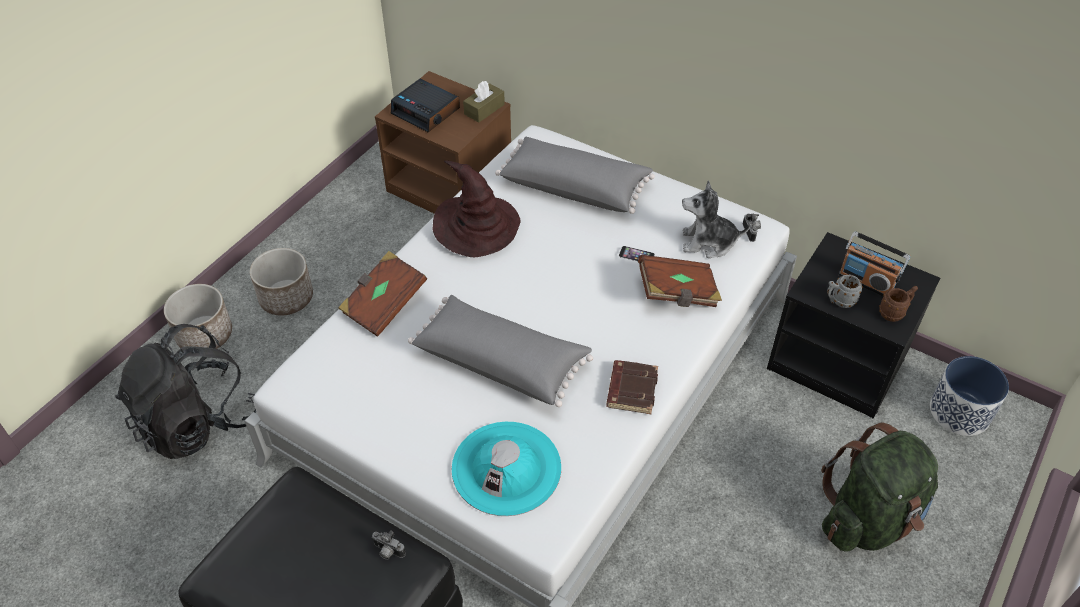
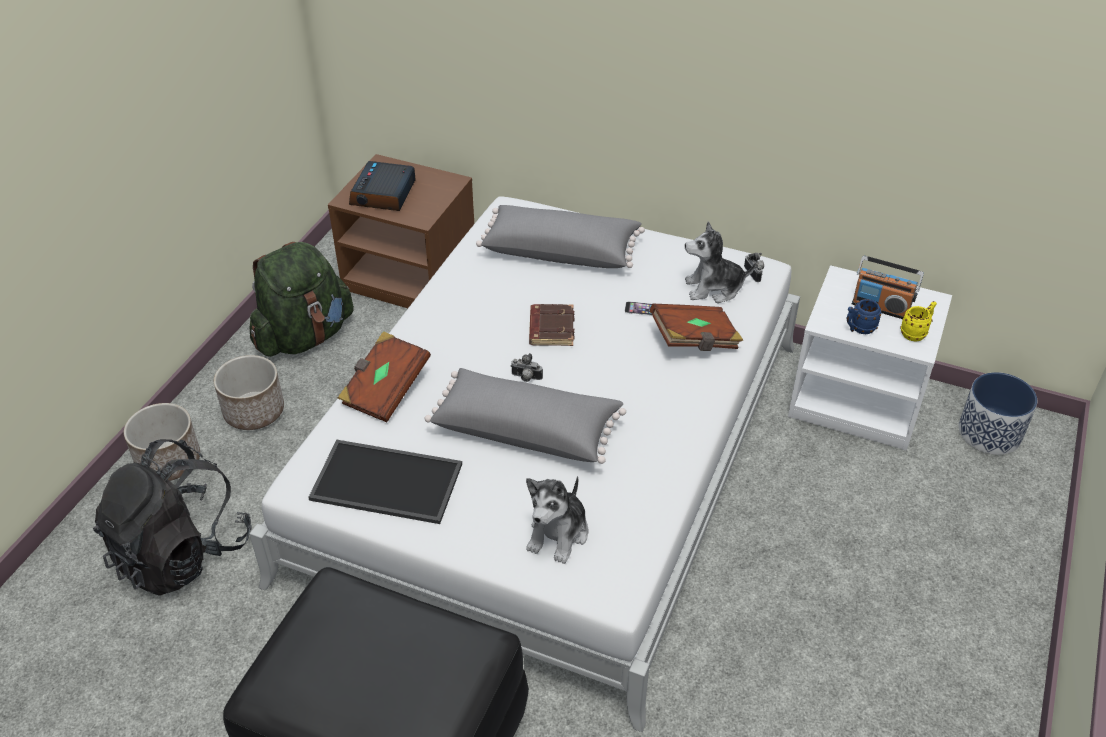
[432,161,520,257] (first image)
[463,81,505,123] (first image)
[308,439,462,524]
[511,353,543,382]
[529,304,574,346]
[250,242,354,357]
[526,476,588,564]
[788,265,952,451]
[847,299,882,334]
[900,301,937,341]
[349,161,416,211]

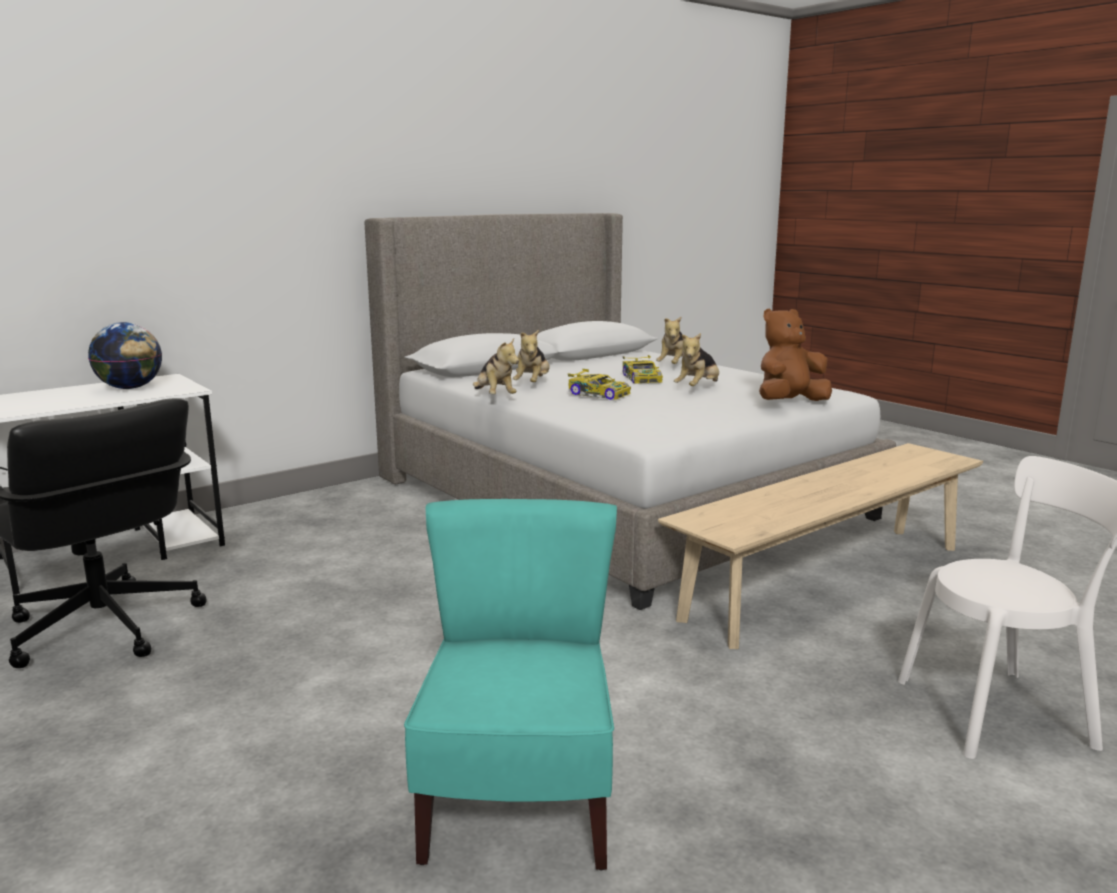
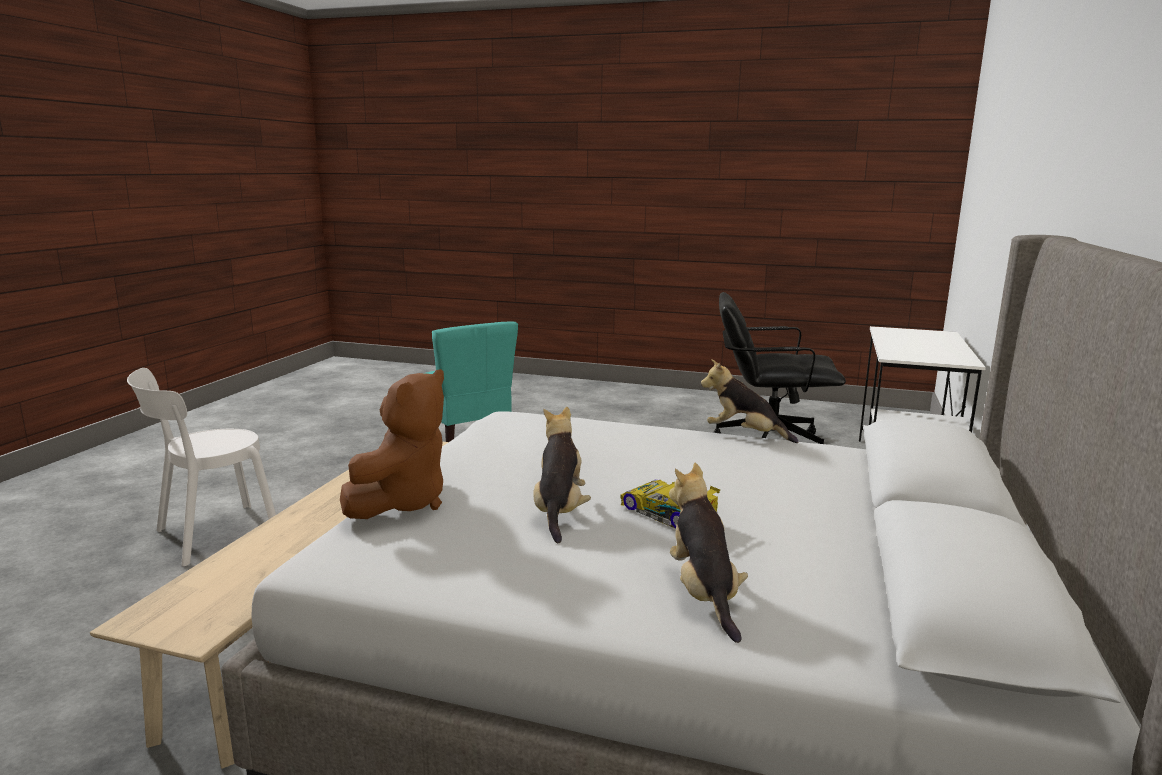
[88,322,162,389] (first image)
[513,330,550,382] (first image)
[568,369,631,400] (first image)

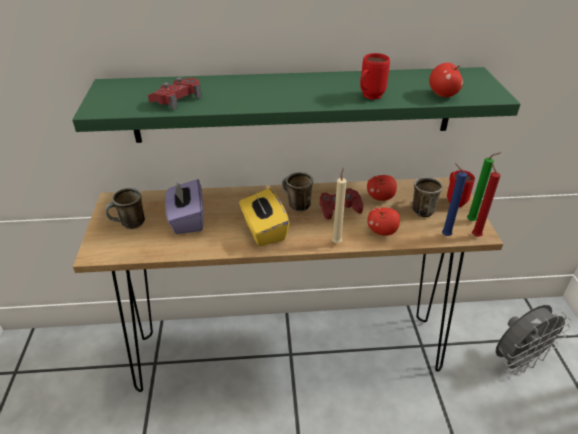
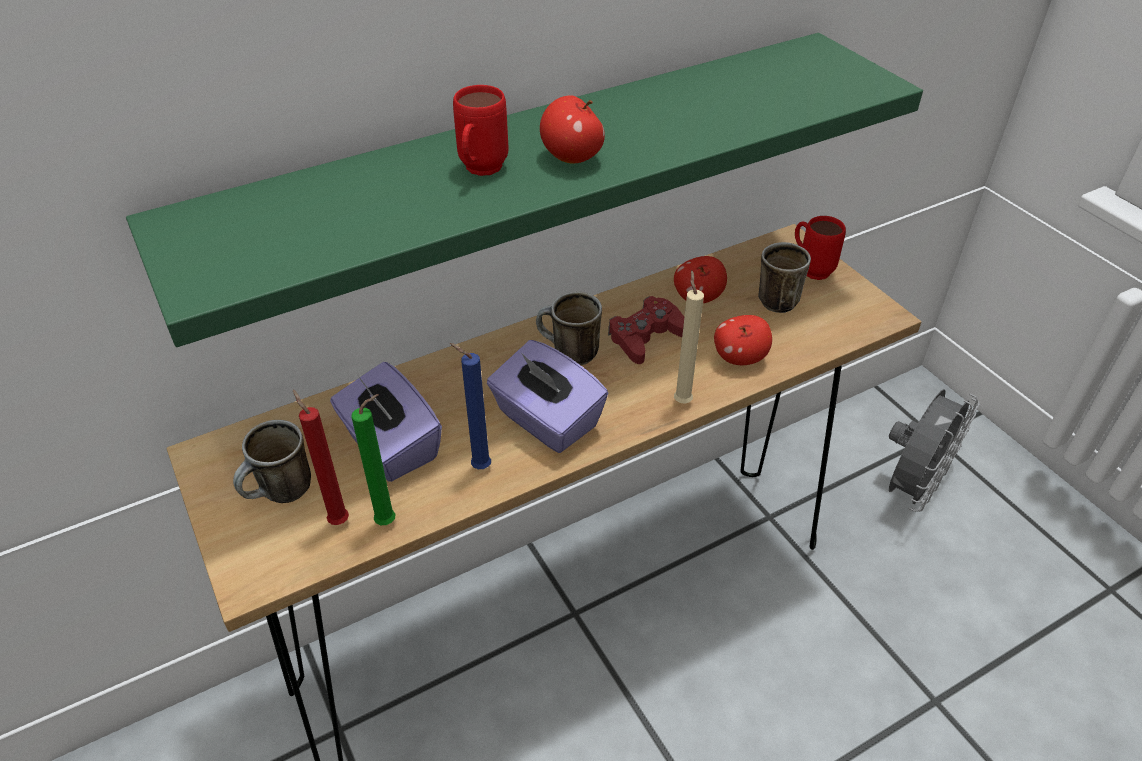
[148,77,202,110] (first image)
[453,85,508,176]
[540,95,605,163]
[450,343,491,469]
[351,394,395,525]
[293,390,349,525]
[487,340,608,453]

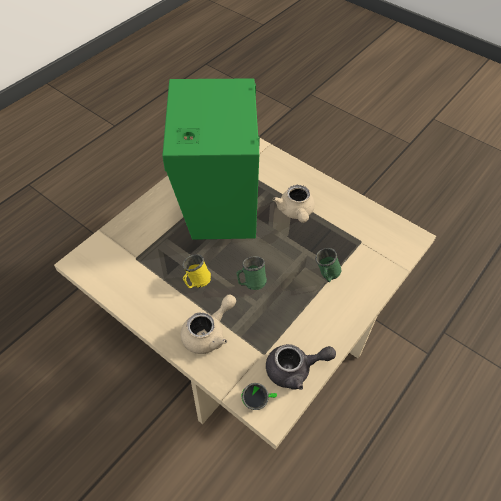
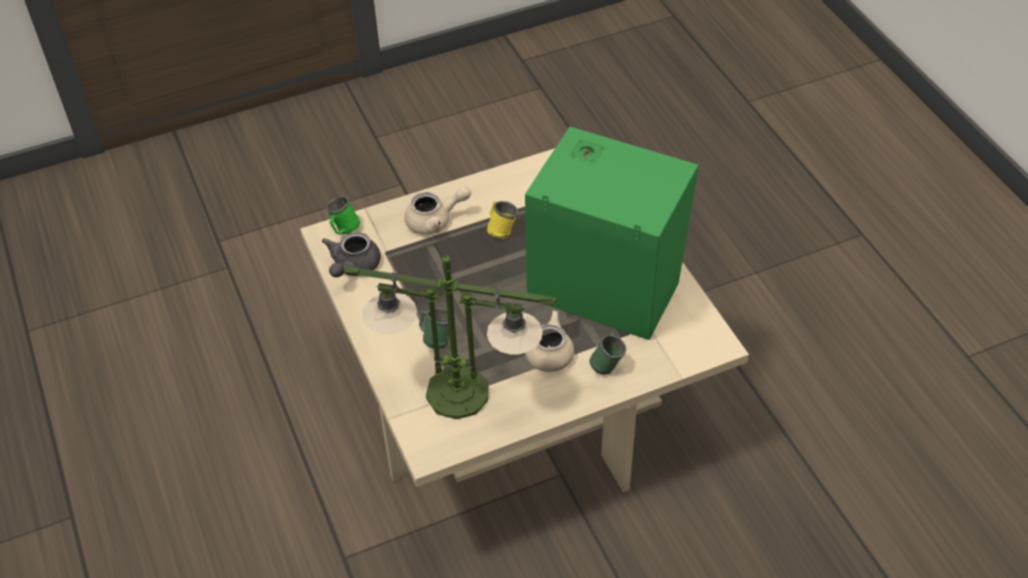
[342,255,558,419]
[589,332,626,375]
[405,186,471,235]

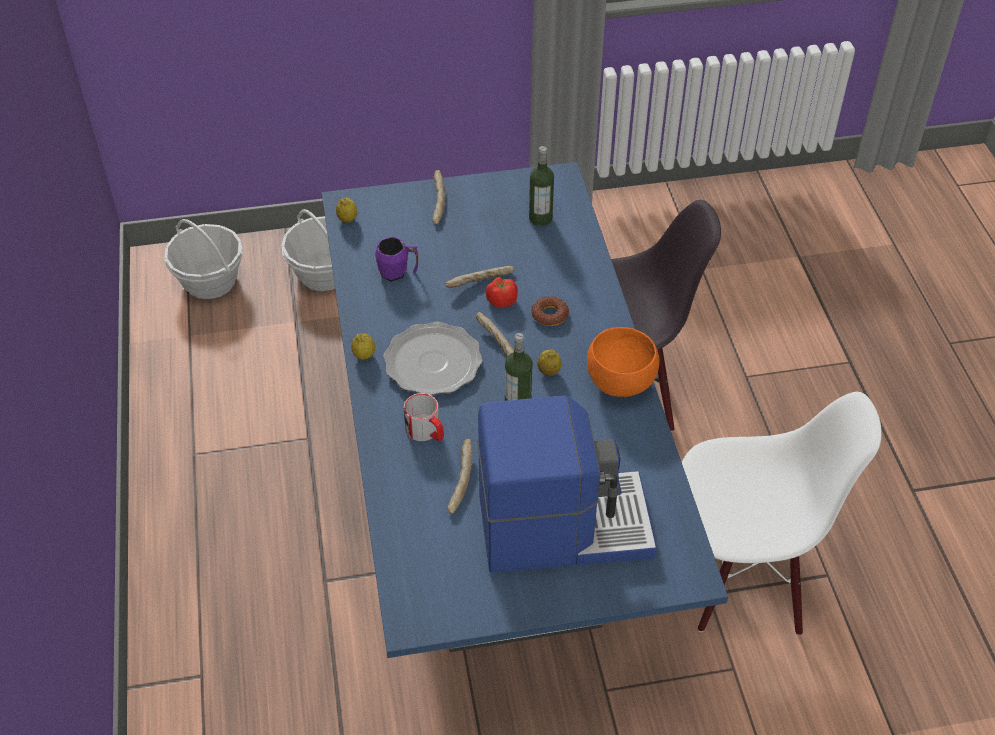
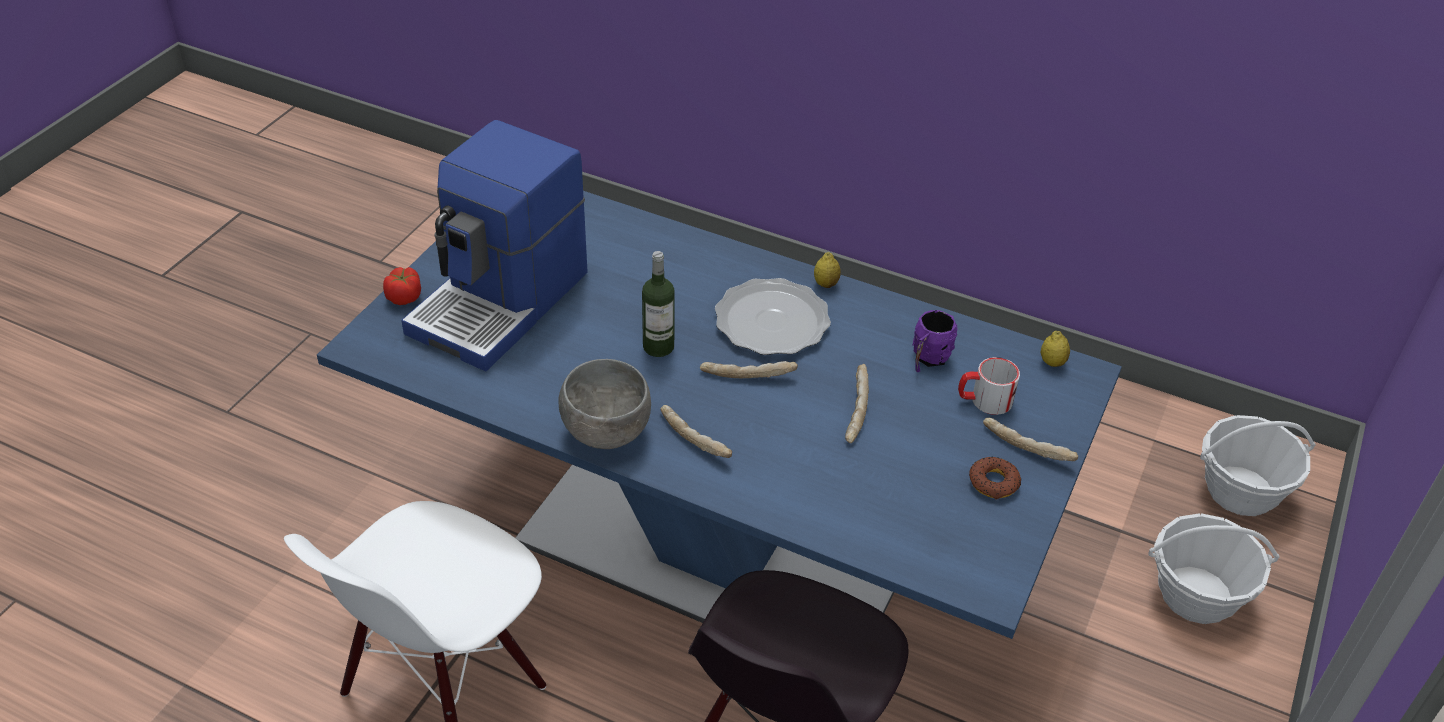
[529,146,554,226] (first image)
[538,349,561,376] (first image)
[958,357,1020,415]
[661,405,732,458]
[383,267,421,305]
[969,457,1021,499]
[558,359,651,449]

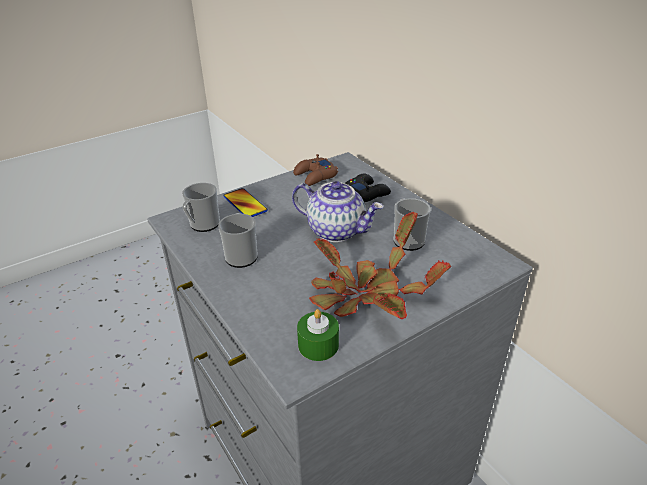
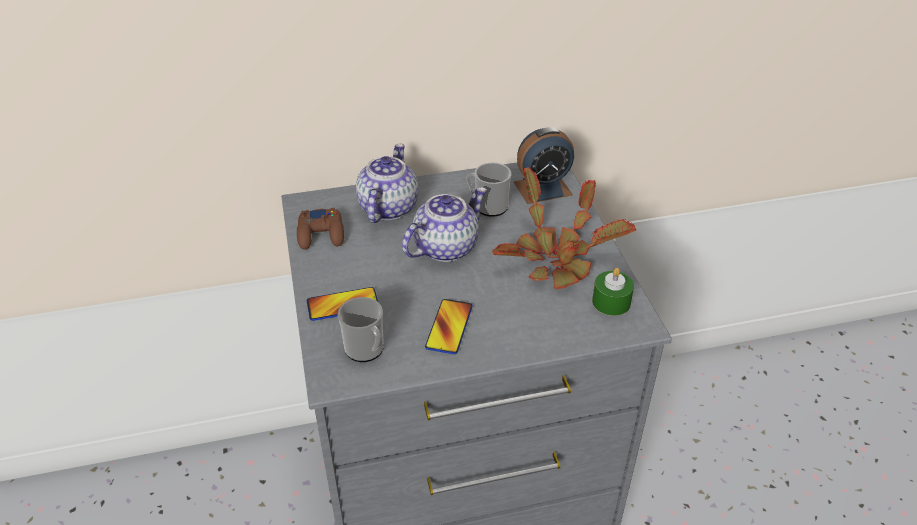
[514,127,574,204]
[425,299,472,354]
[356,143,418,223]

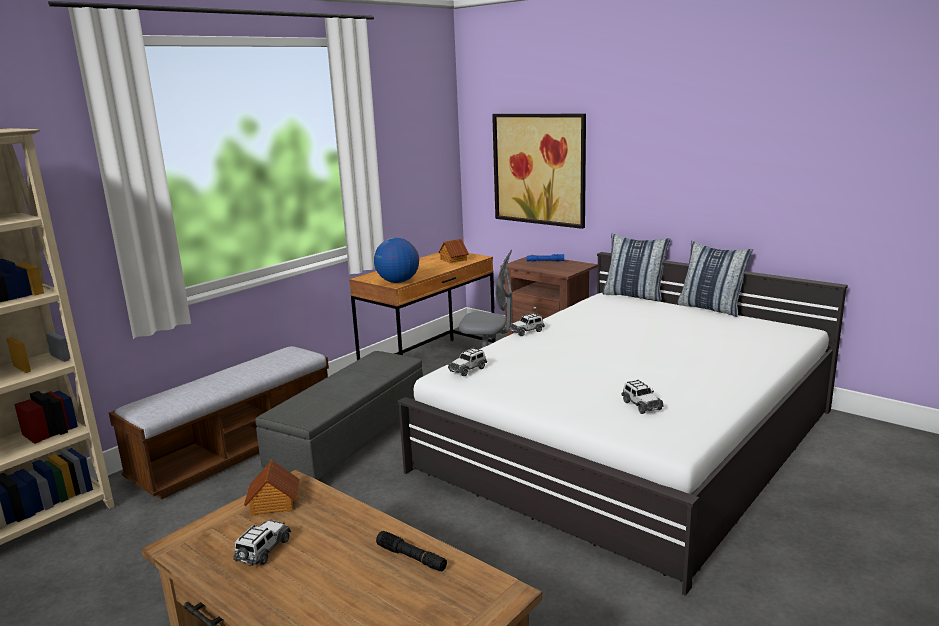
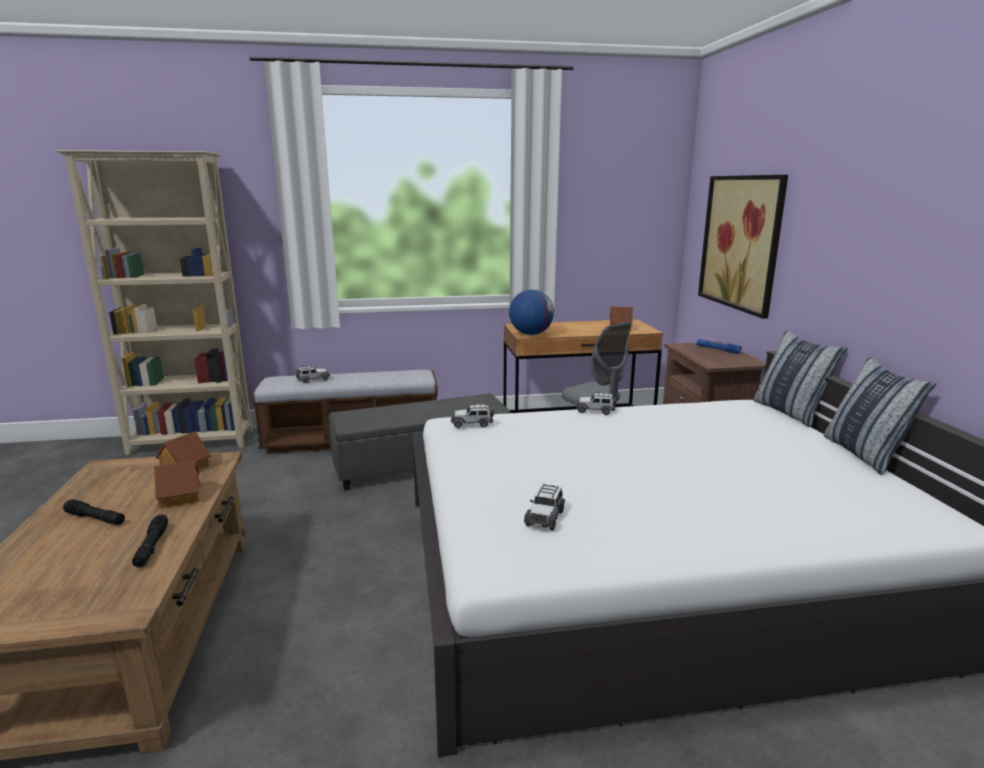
[63,499,125,525]
[153,460,200,508]
[296,365,330,383]

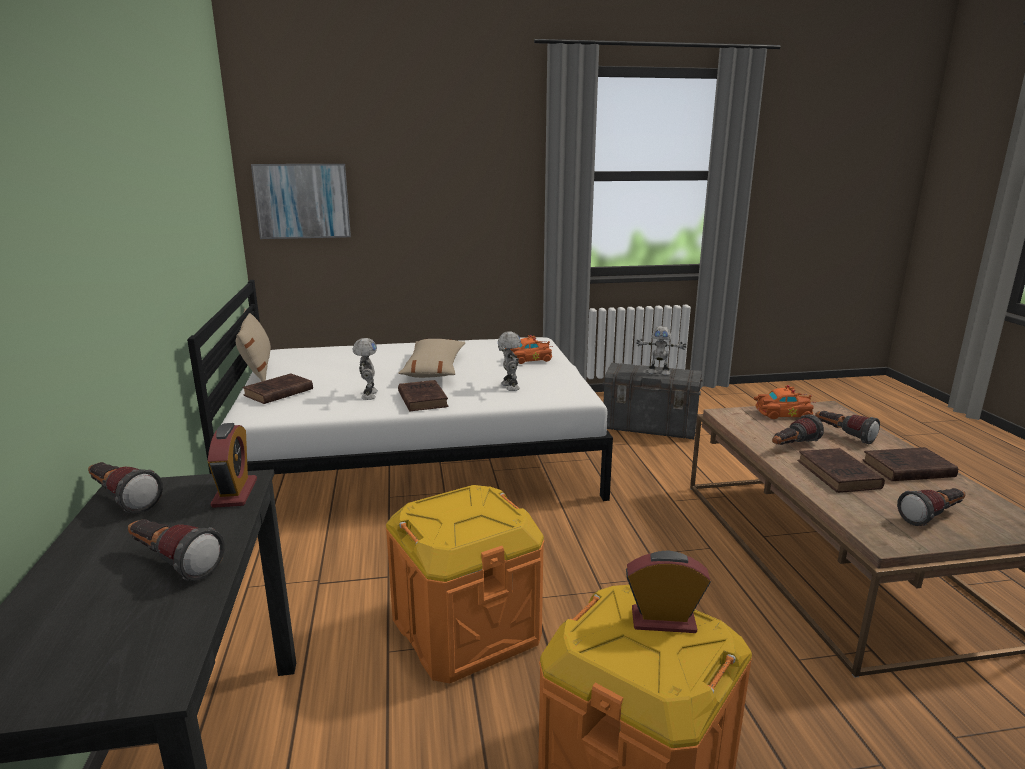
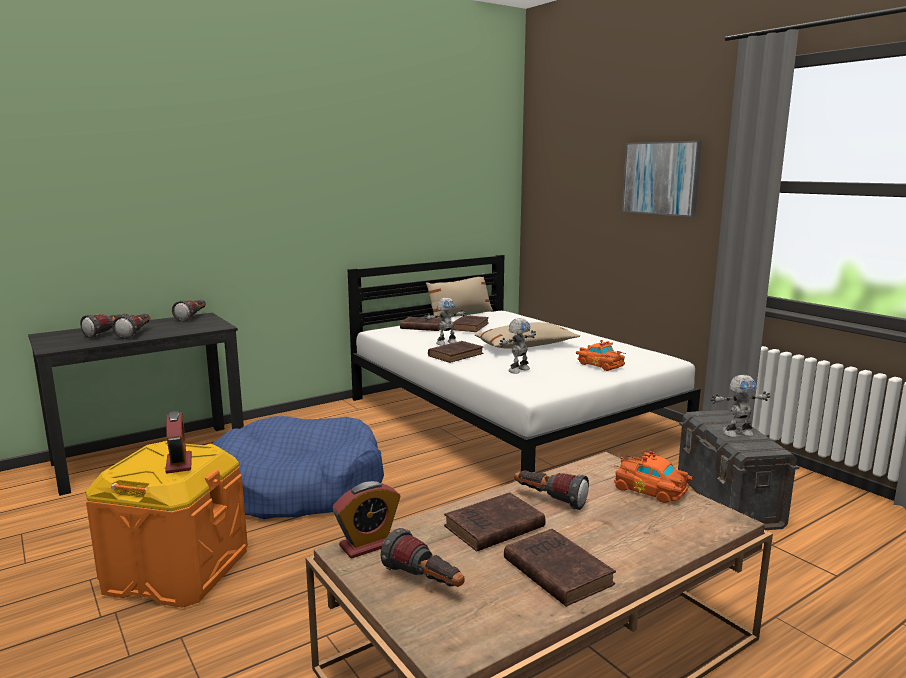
[453,315,489,332]
[333,481,400,559]
[622,141,702,217]
[80,314,128,338]
[212,416,384,519]
[711,375,770,437]
[614,451,693,503]

